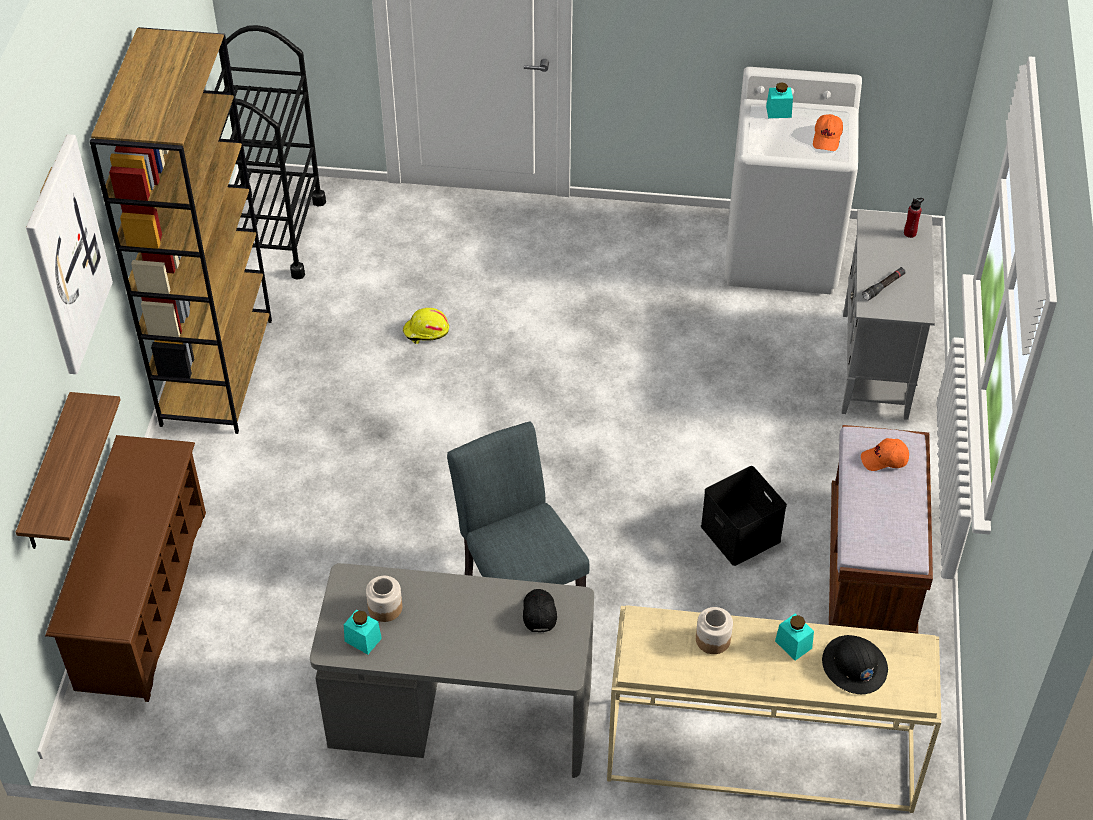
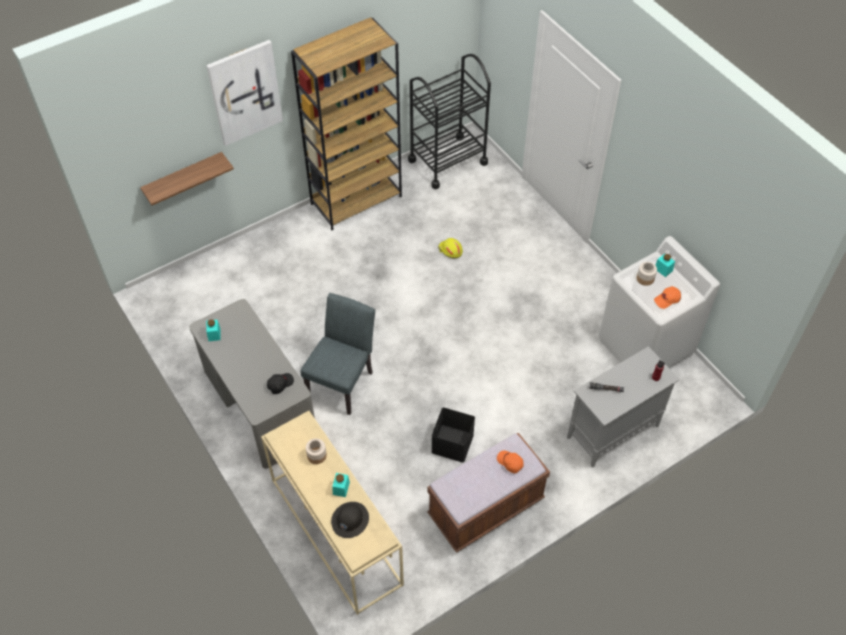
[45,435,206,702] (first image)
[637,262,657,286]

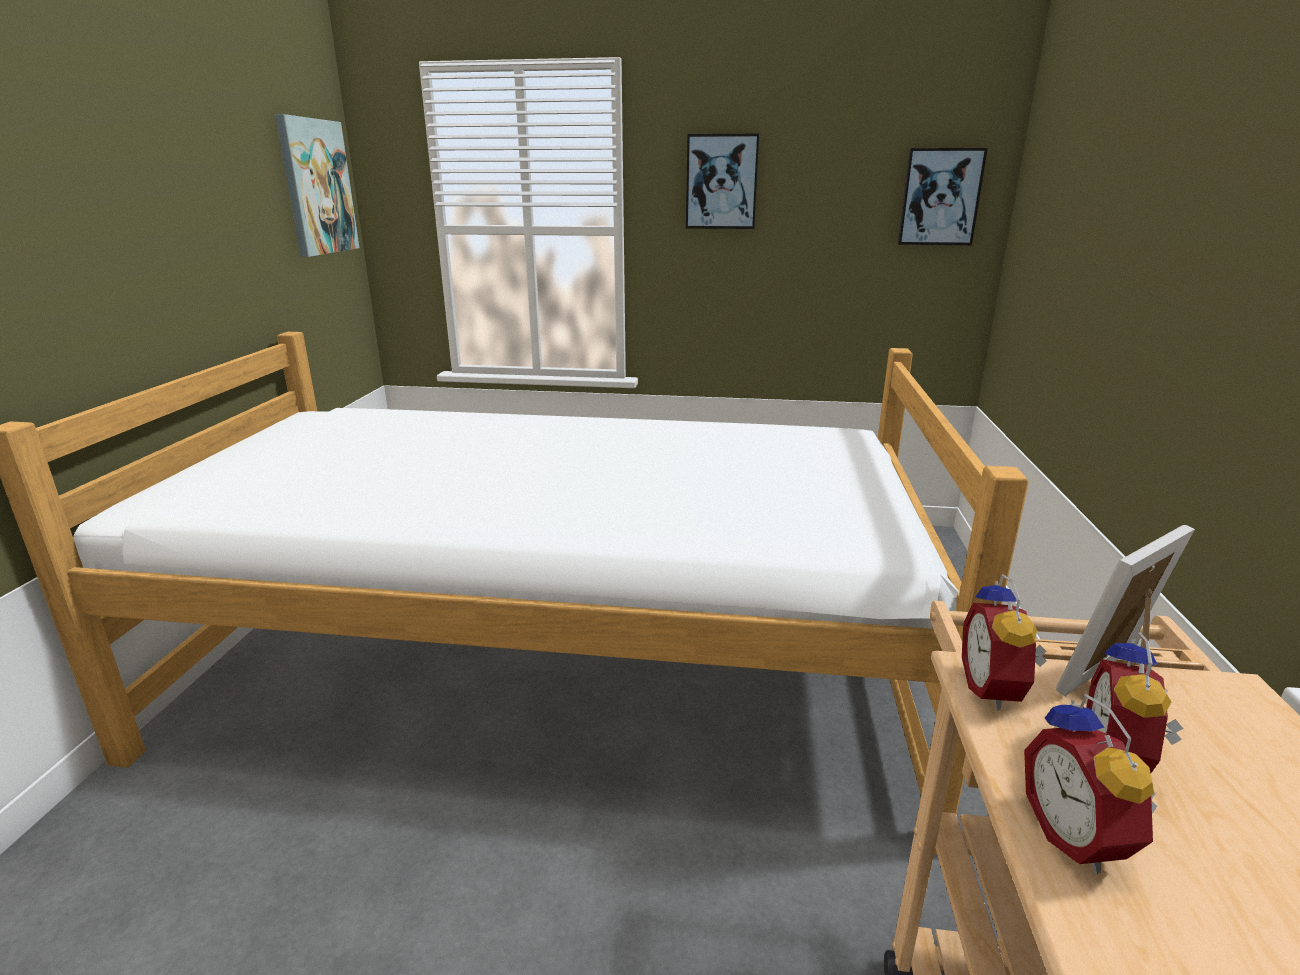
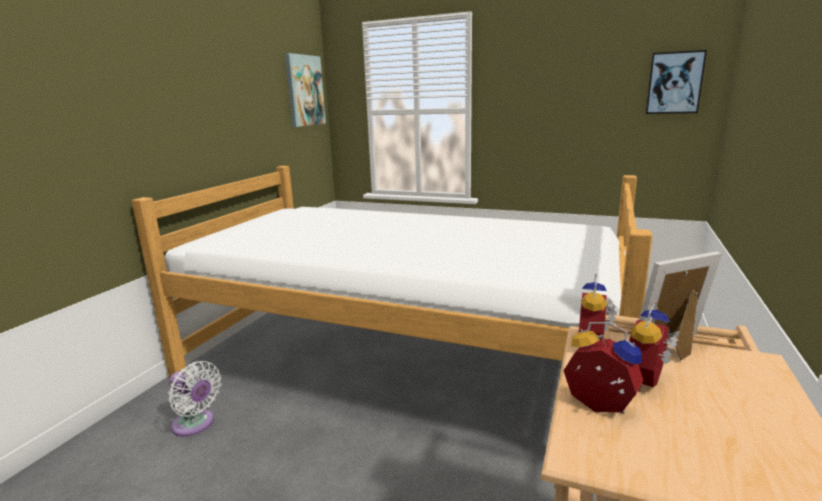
[686,133,759,229] (first image)
[168,361,221,437]
[563,322,644,414]

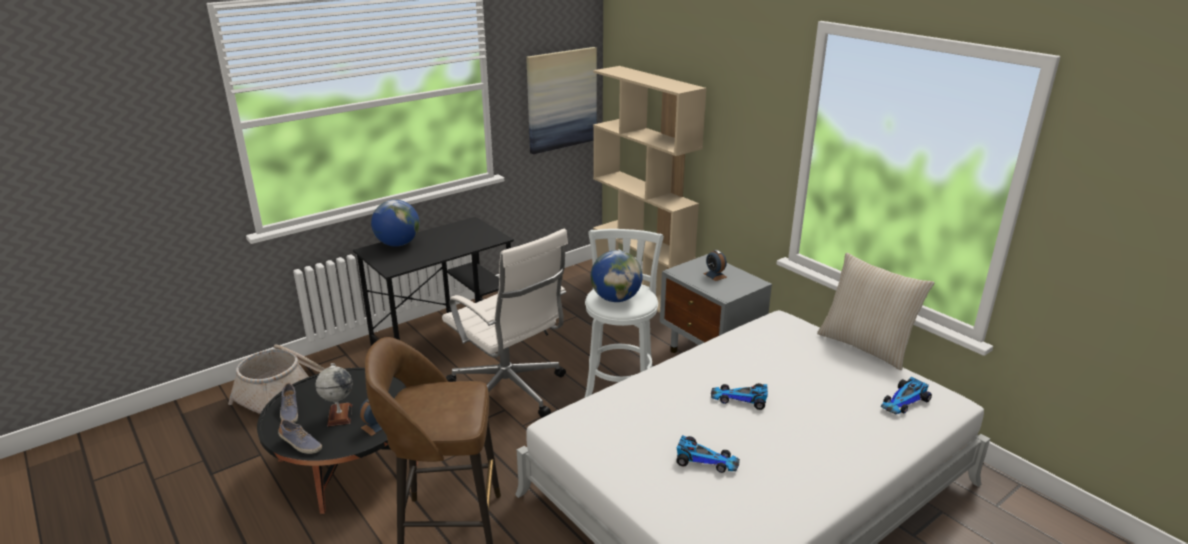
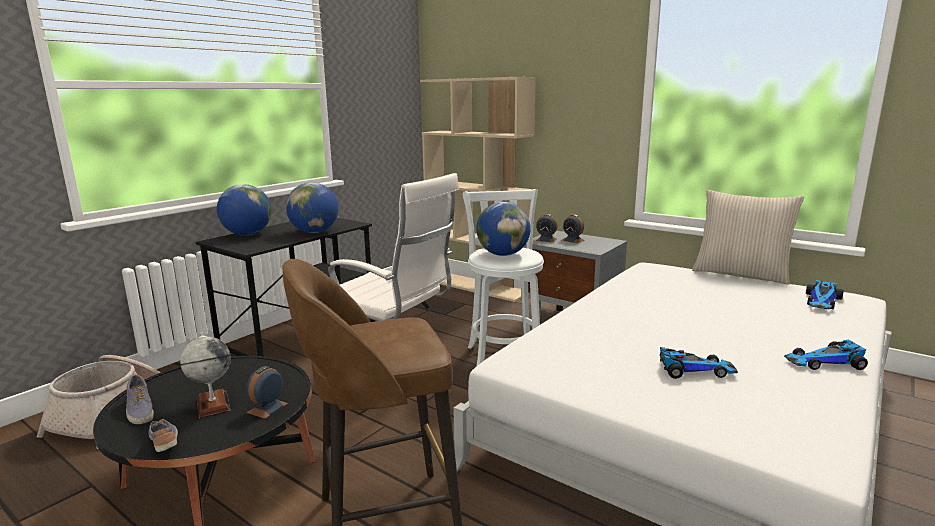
[526,47,597,154] (first image)
[286,182,338,233]
[536,214,558,242]
[784,339,868,370]
[148,419,178,452]

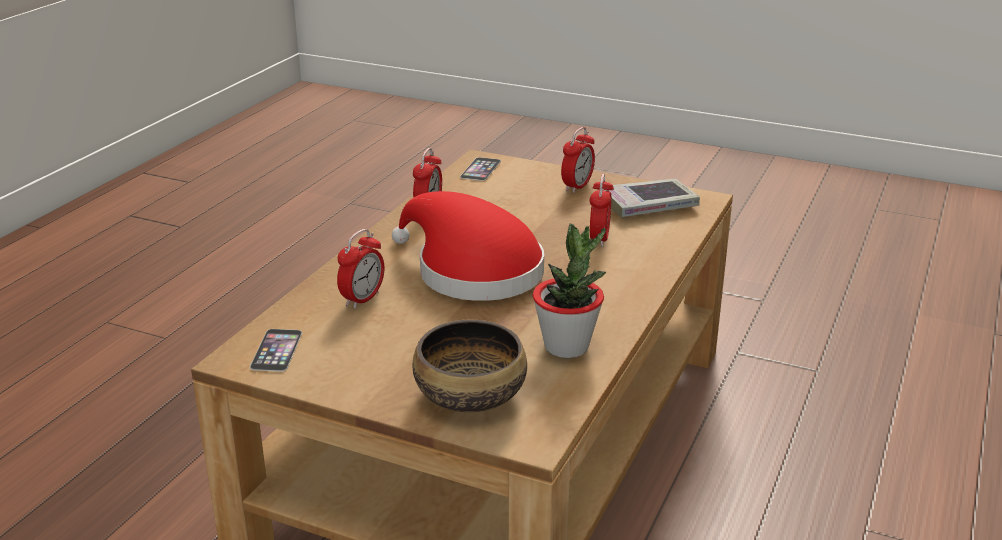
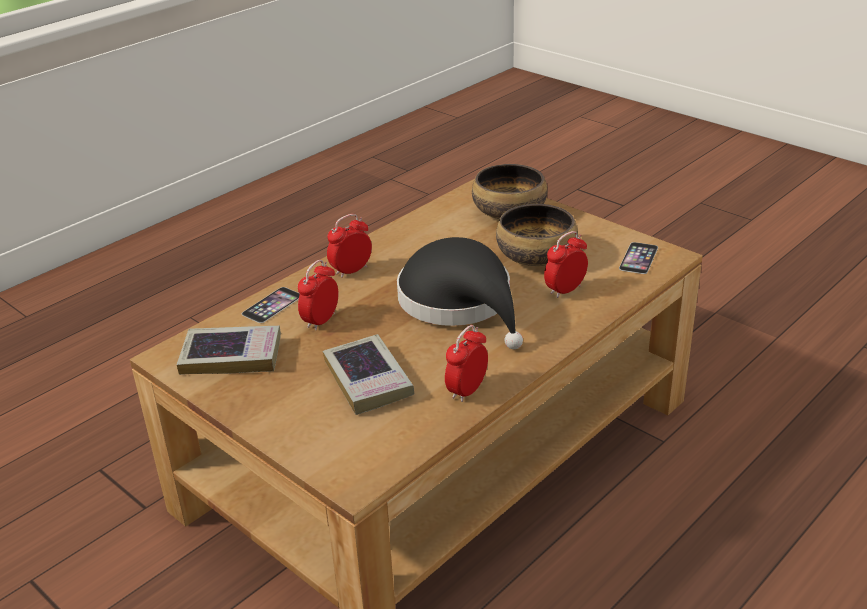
[533,223,606,358] (first image)
[323,334,415,415]
[496,204,578,266]
[242,287,300,323]
[327,214,372,278]
[397,237,523,349]

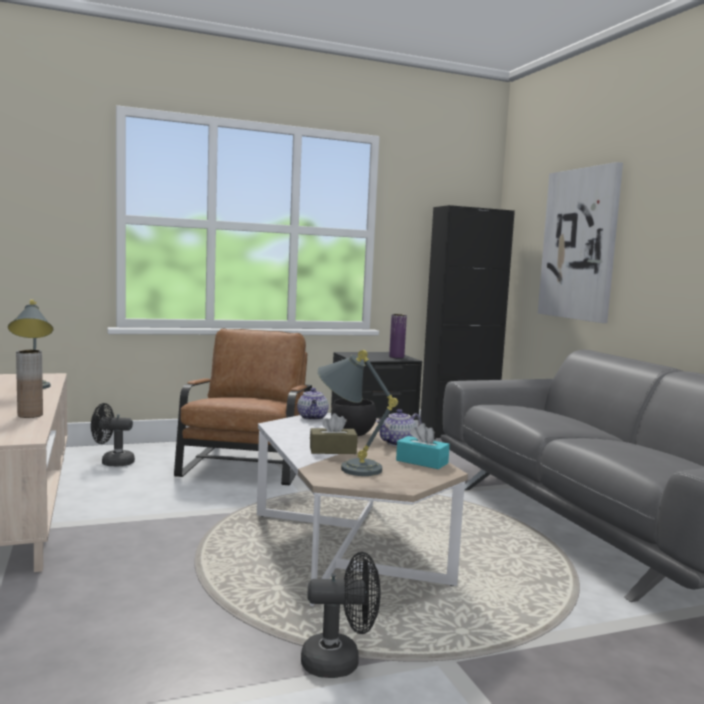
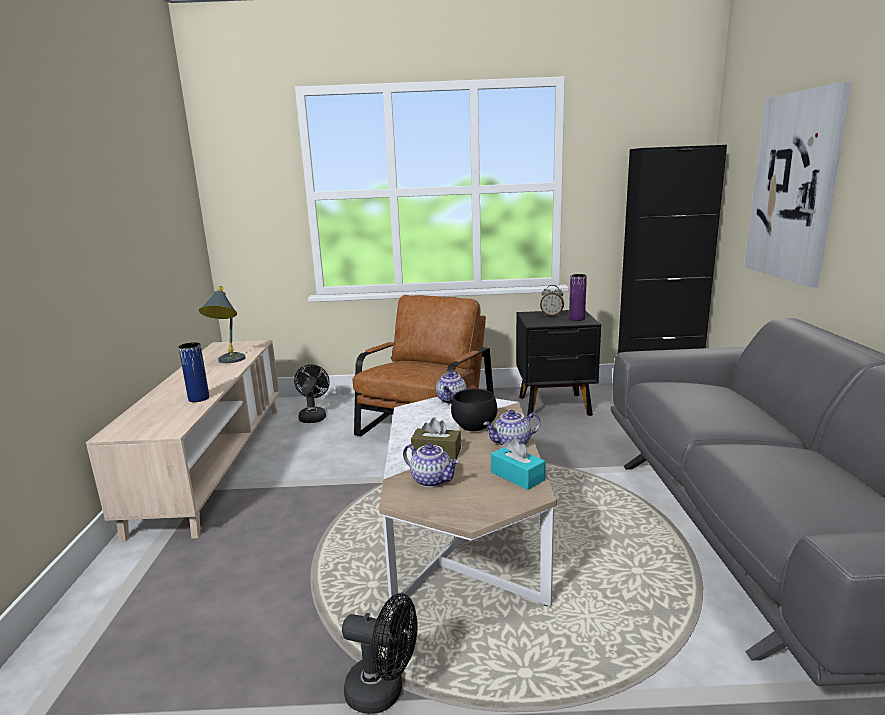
[540,285,564,316]
[403,443,459,487]
[179,342,209,402]
[294,364,330,423]

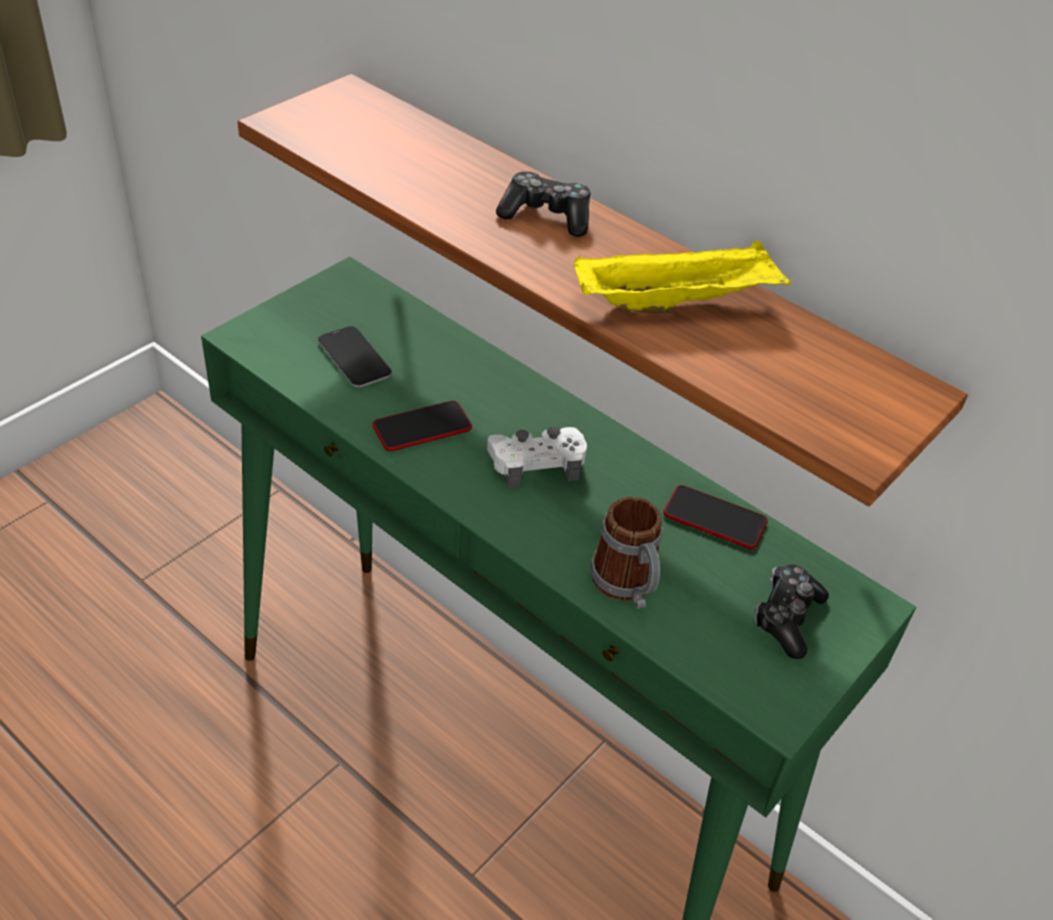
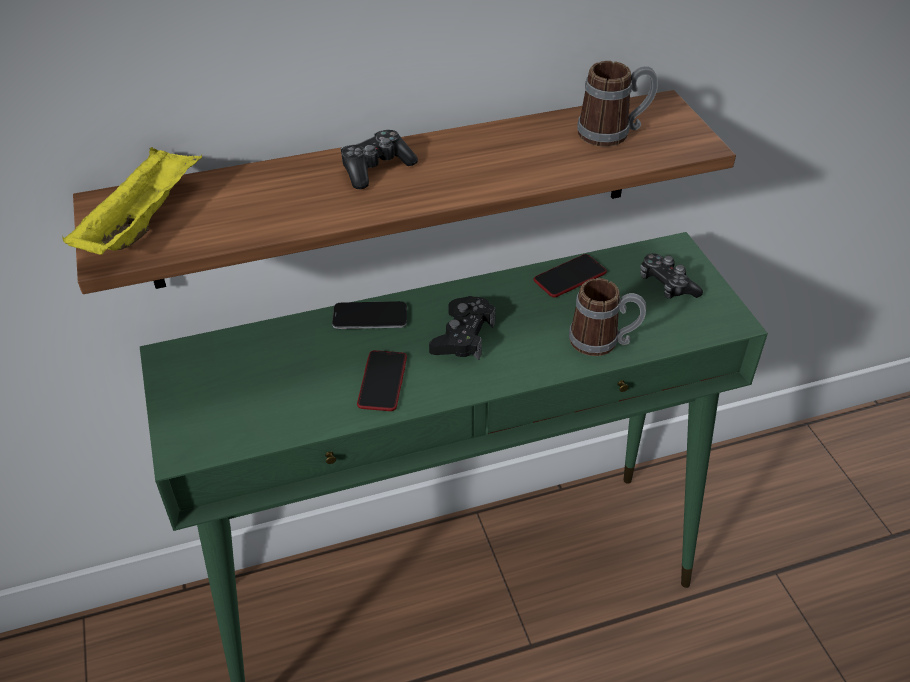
[577,61,658,147]
[332,301,407,329]
[62,147,202,255]
[429,296,496,361]

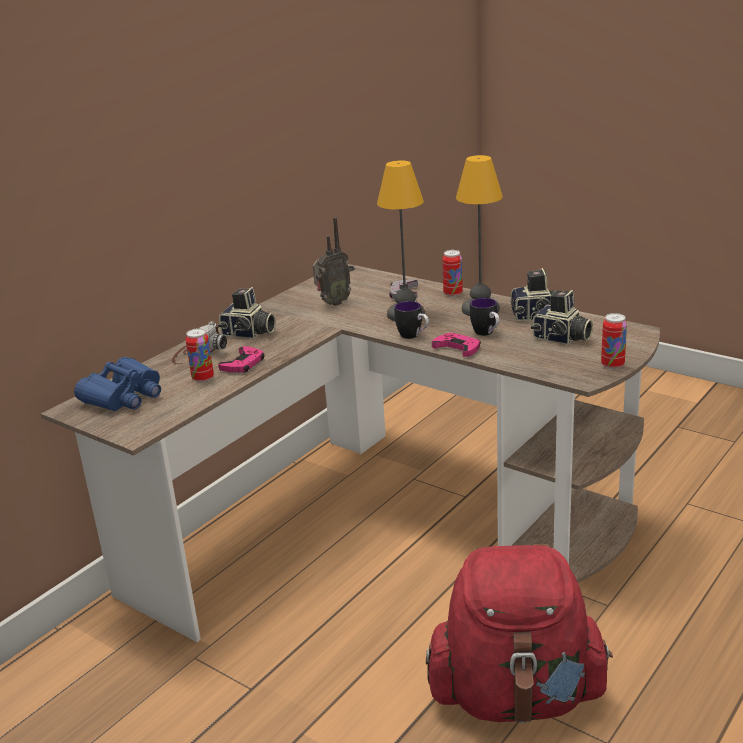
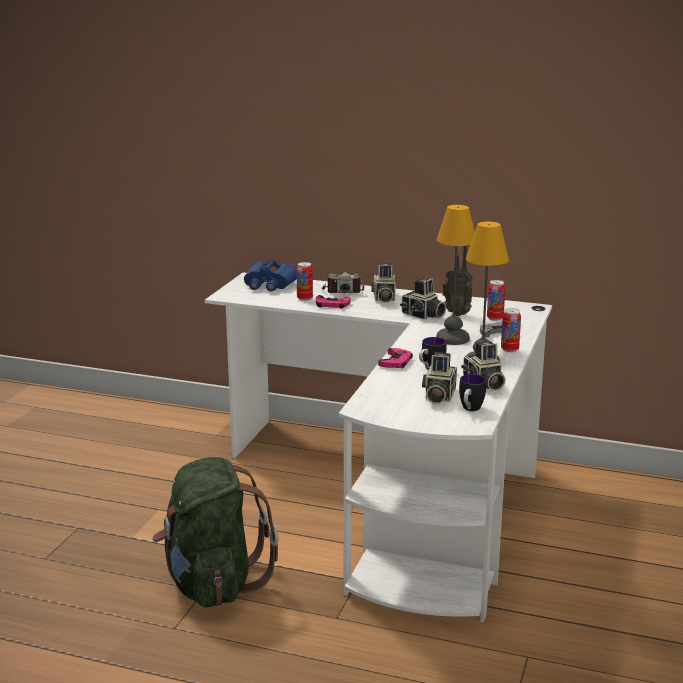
[400,278,446,320]
[459,374,486,411]
[487,280,505,321]
[205,273,552,622]
[152,457,278,608]

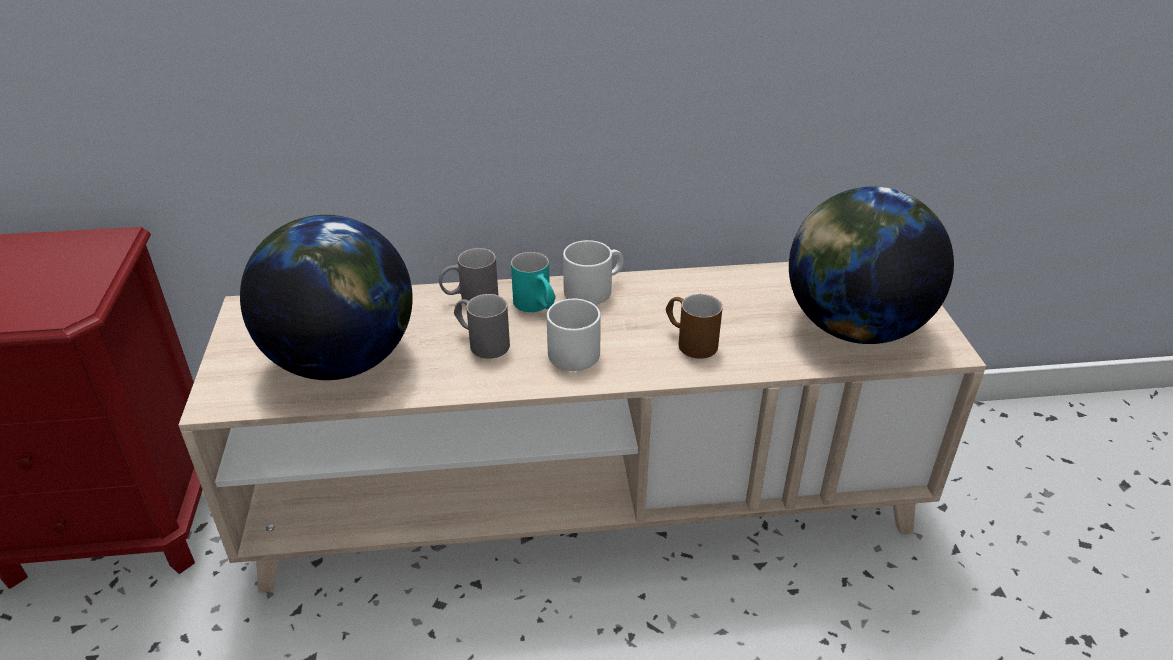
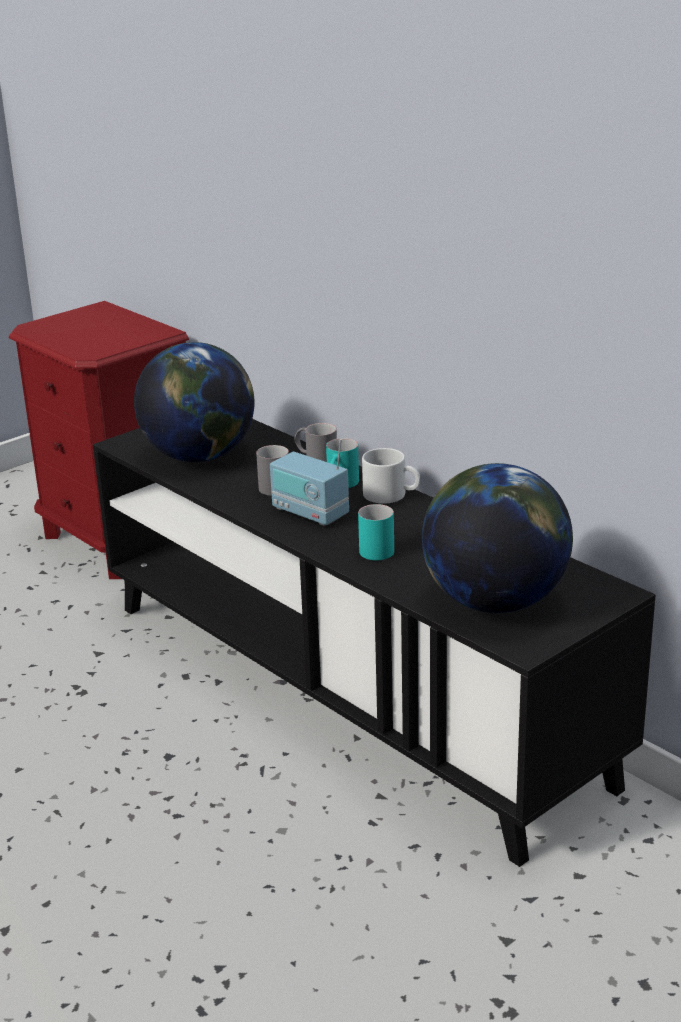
[270,439,349,526]
[93,419,656,867]
[358,504,394,560]

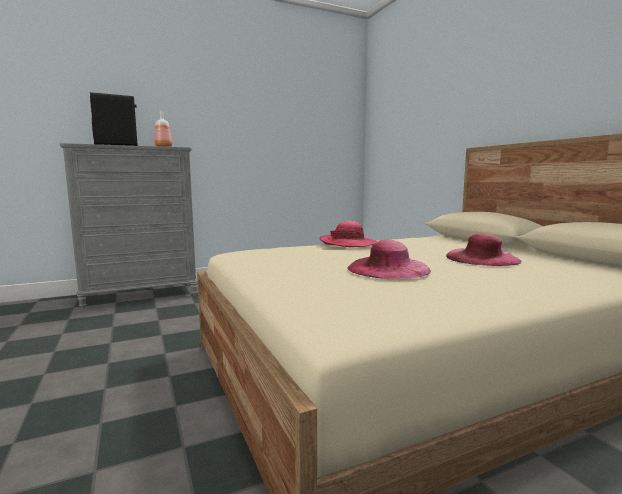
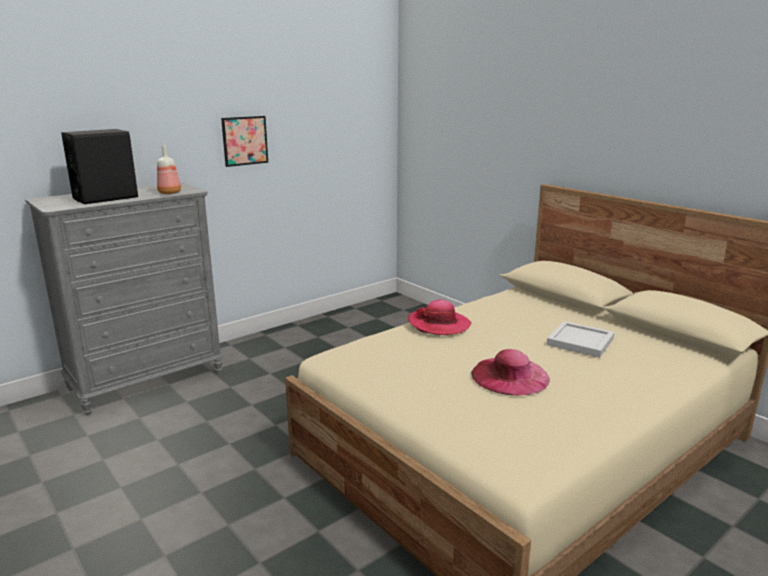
[221,116,268,167]
[546,321,615,358]

